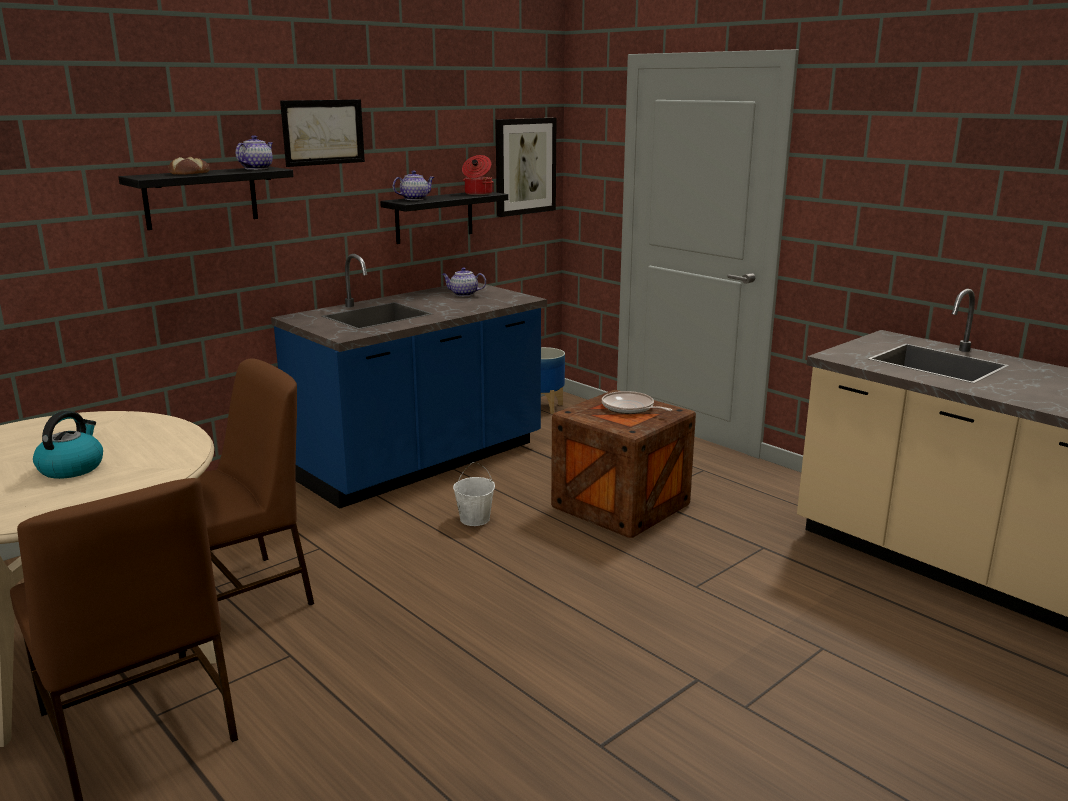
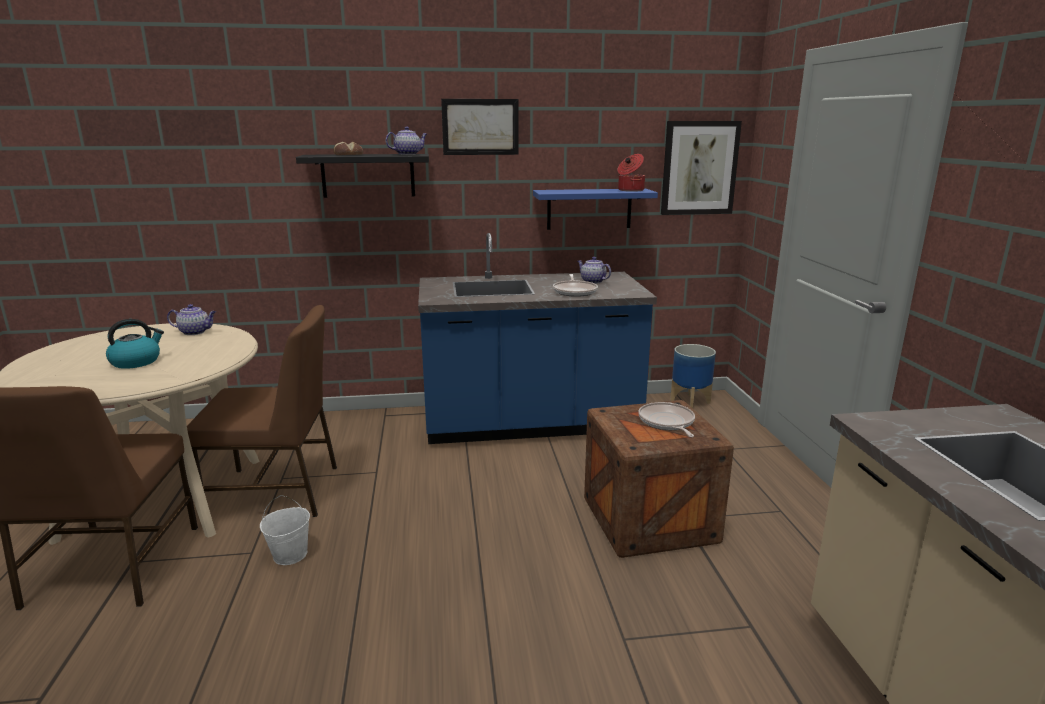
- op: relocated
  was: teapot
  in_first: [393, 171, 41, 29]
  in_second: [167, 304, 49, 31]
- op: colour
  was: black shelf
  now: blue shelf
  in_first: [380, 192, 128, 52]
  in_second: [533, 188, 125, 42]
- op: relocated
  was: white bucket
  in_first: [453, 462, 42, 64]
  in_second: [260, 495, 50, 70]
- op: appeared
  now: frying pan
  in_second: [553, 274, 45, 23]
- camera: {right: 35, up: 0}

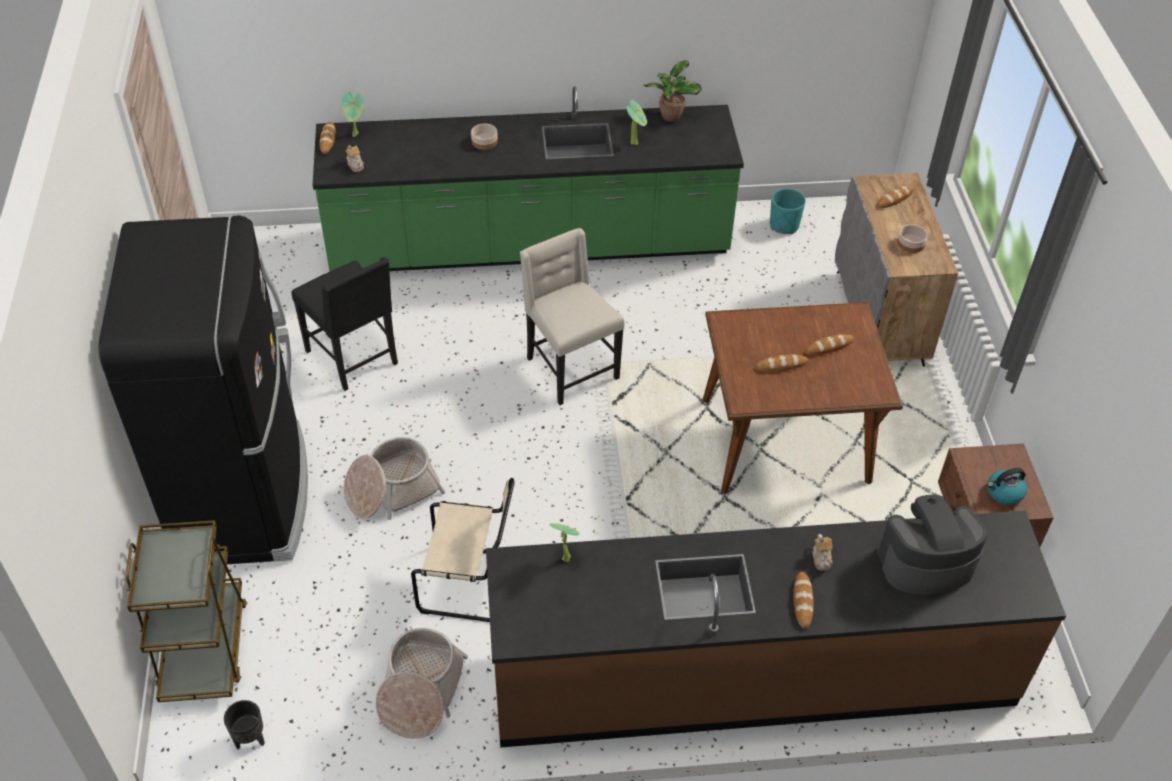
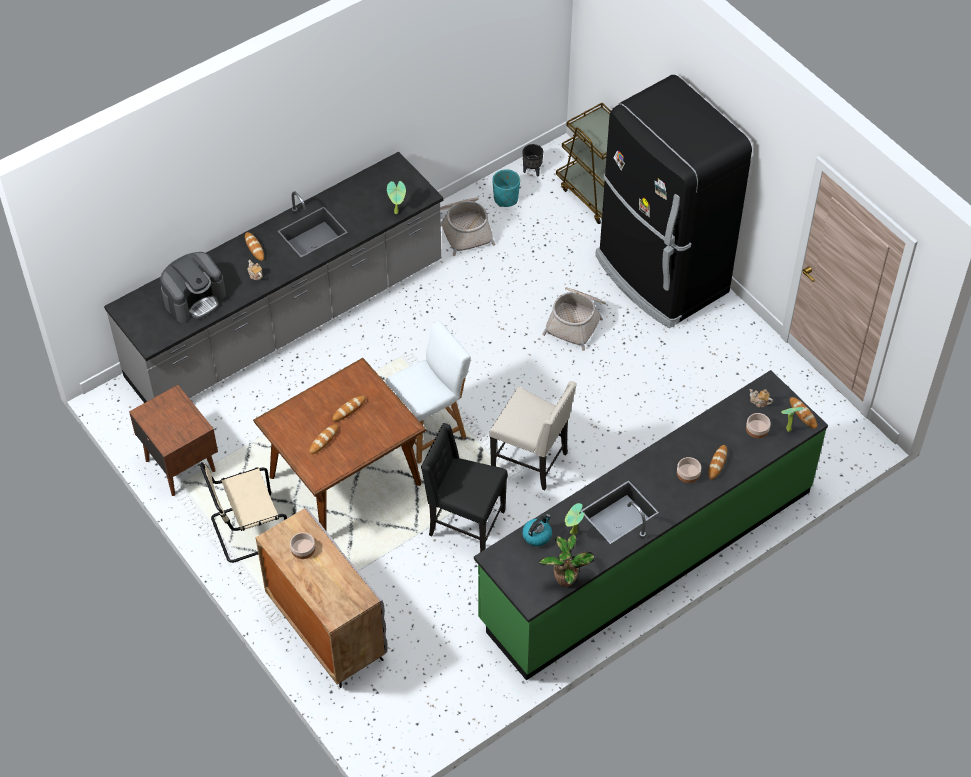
- op: relocated
  was: bread
  in_first: [877, 185, 37, 23]
  in_second: [708, 445, 19, 35]
- op: relocated
  was: turquoise planter
  in_first: [770, 188, 36, 46]
  in_second: [492, 169, 28, 38]
- op: relocated
  was: black chair
  in_first: [291, 257, 107, 134]
  in_second: [421, 423, 87, 129]
- op: relocated
  was: kettle
  in_first: [987, 468, 40, 37]
  in_second: [522, 514, 30, 32]
- op: relocated
  was: beige chair
  in_first: [411, 478, 103, 144]
  in_second: [200, 462, 87, 101]
- op: colour
  was: brown counter
  now: grey counter
  in_first: [486, 511, 580, 237]
  in_second: [104, 152, 340, 251]
- op: appeared
  now: white stool
  in_second: [385, 320, 86, 144]
- op: appeared
  now: bowl
  in_second: [746, 413, 25, 25]
- camera: {right: 150, up: 5}

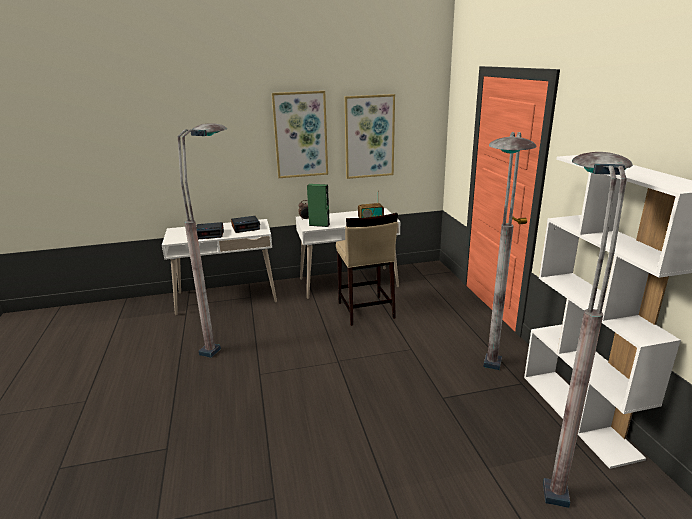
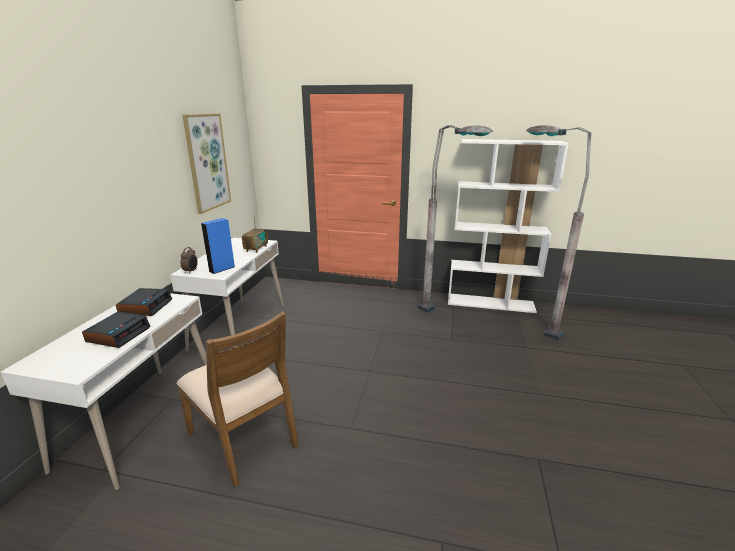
- op: missing
  was: picture
  in_first: [272, 91, 56, 87]
- op: exchanged
  was: grey floor lamp
  now: brown chair
  in_first: [178, 123, 49, 235]
  in_second: [176, 311, 123, 176]
- op: colour
  was: green speaker
  now: blue speaker
  in_first: [307, 184, 23, 43]
  in_second: [201, 218, 34, 56]
- op: missing
  was: beige stool
  in_first: [336, 213, 62, 113]
- camera: {right: -65, up: 0}

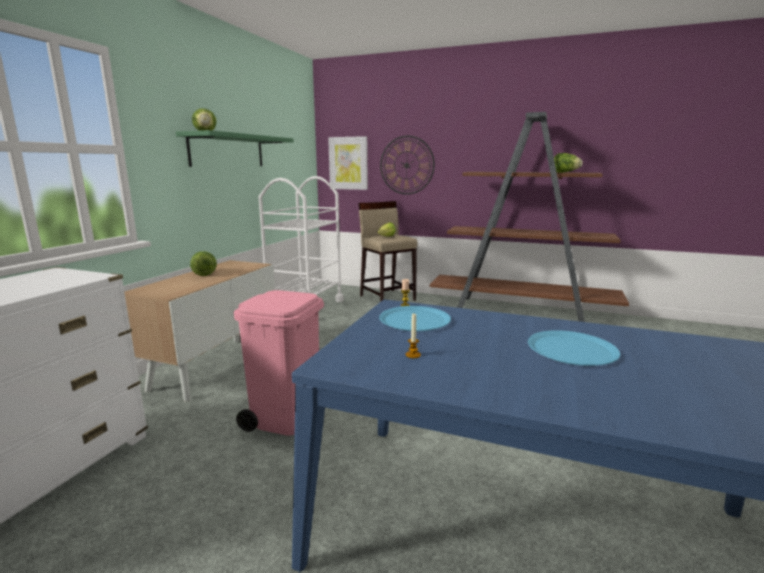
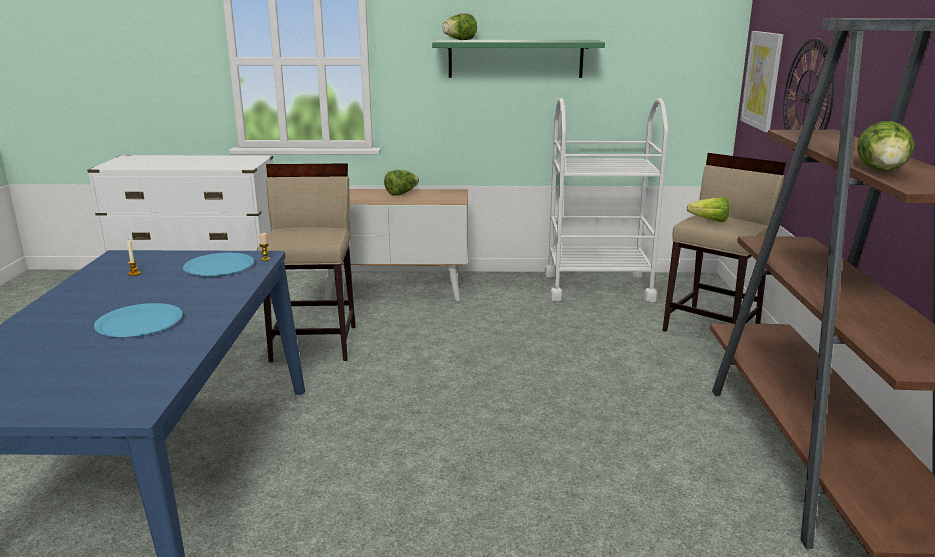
- op: exchanged
  was: pink trash can
  now: beige stool
  in_first: [234, 290, 90, 146]
  in_second: [256, 163, 100, 199]
- camera: {right: 70, up: 5}

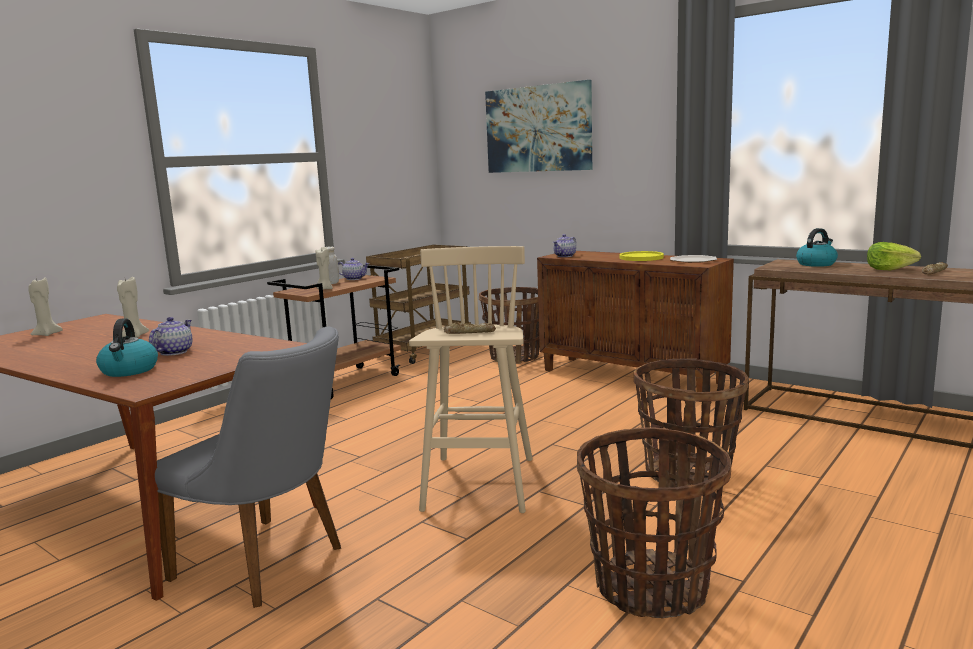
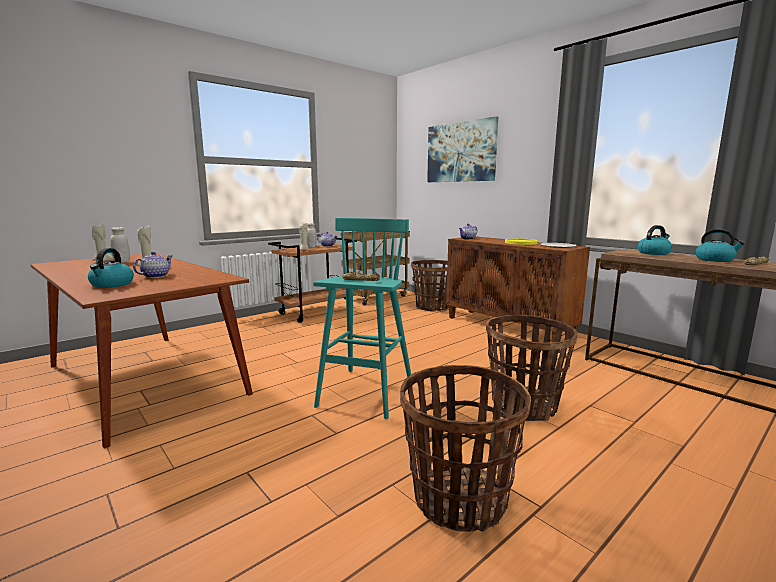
- op: exchanged
  was: lettuce
  now: kettle
  in_first: [867, 242, 54, 28]
  in_second: [696, 229, 49, 33]
- op: colour
  was: beige stool
  now: turquoise stool
  in_first: [409, 246, 123, 267]
  in_second: [313, 218, 98, 201]
- op: missing
  was: grey chair
  in_first: [155, 327, 186, 281]
- op: appeared
  now: white jar
  in_second: [110, 227, 20, 36]
- camera: {right: 10, up: 0}

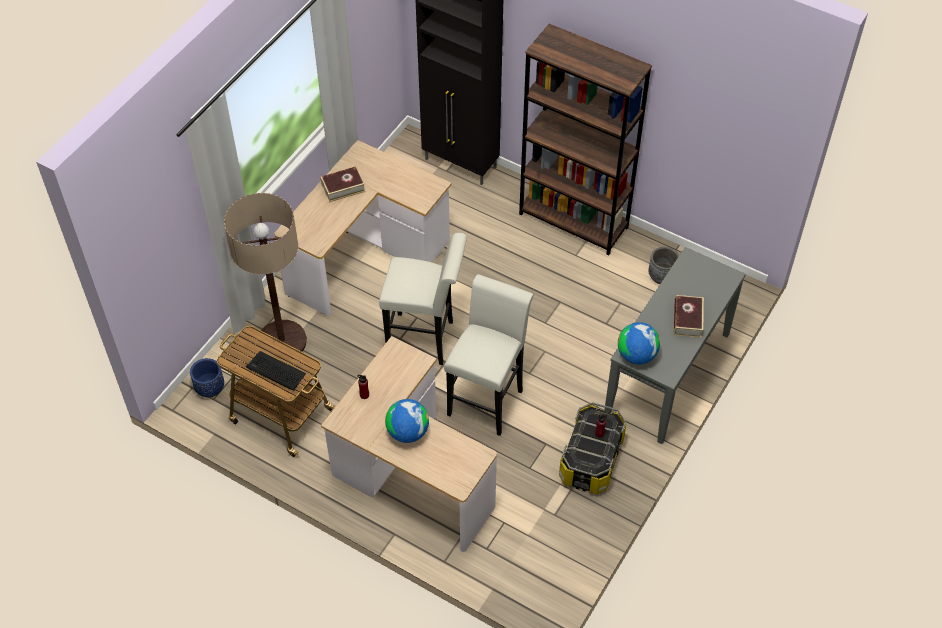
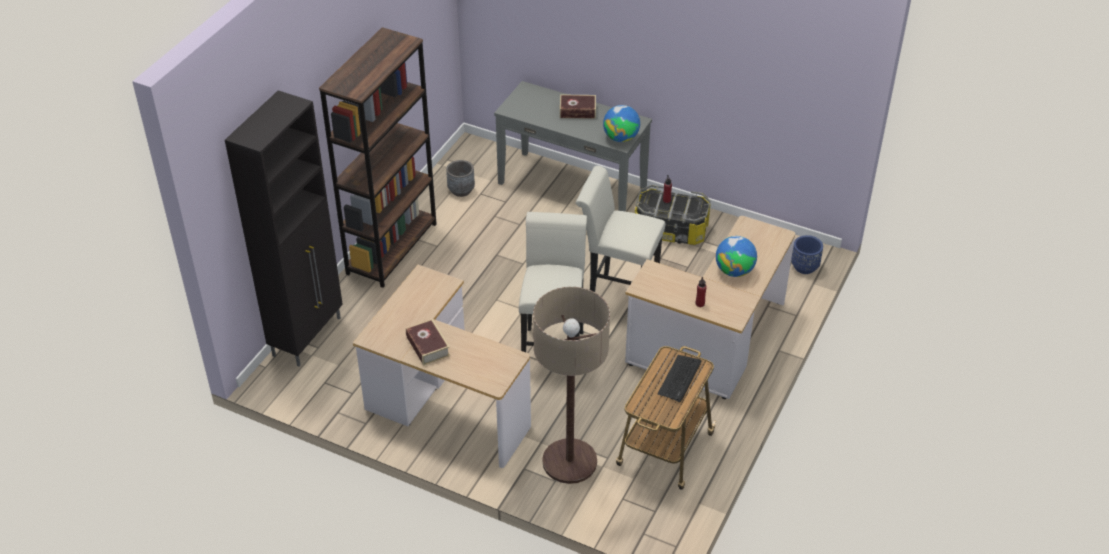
- op: relocated
  was: blue planter
  in_first: [190, 358, 34, 40]
  in_second: [791, 235, 32, 39]
- camera: {right: -95, up: -10}

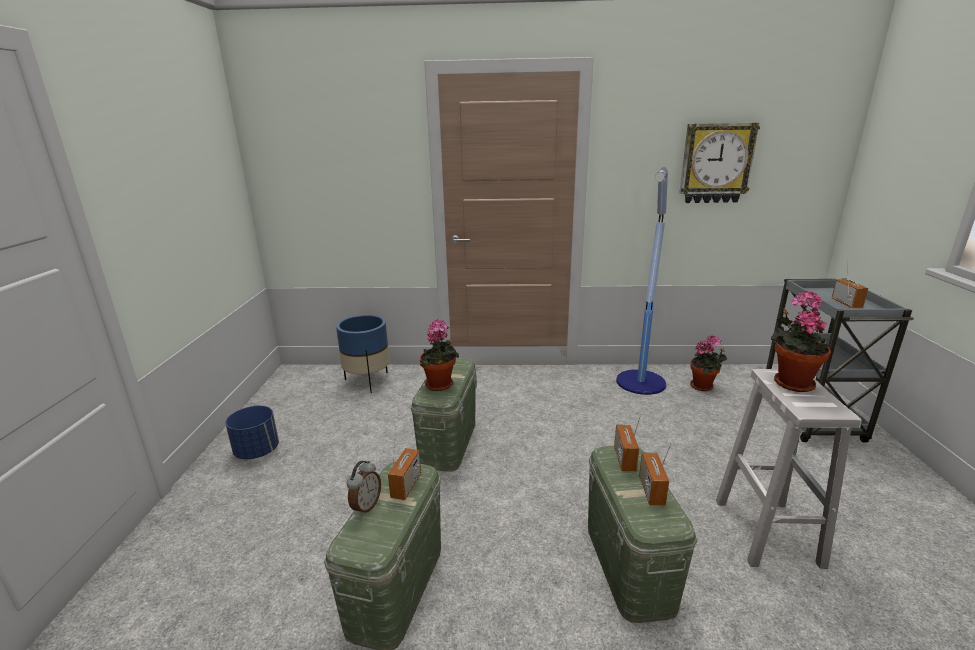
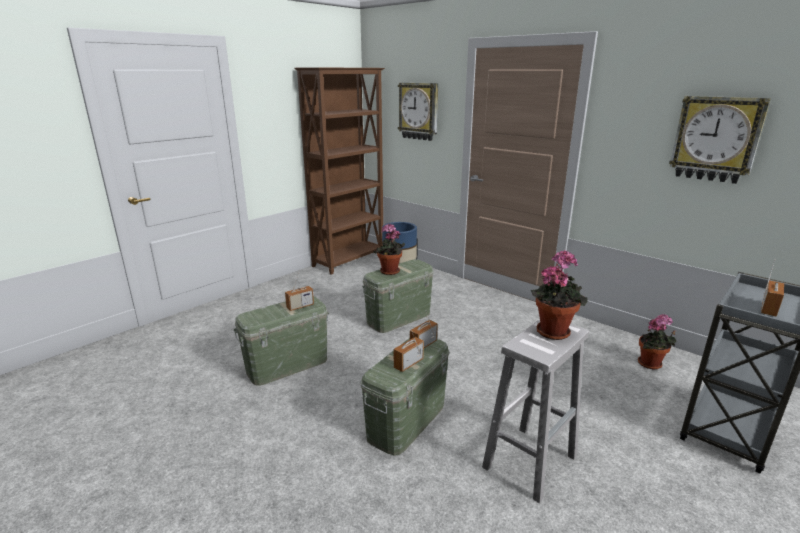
- op: missing
  was: floor lamp
  in_first: [616, 167, 52, 228]
- op: missing
  was: blue planter
  in_first: [225, 406, 54, 53]
- op: missing
  was: alarm clock
  in_first: [347, 461, 34, 55]
- op: appeared
  now: brown bookcase
  in_second: [294, 67, 91, 208]
- op: appeared
  now: wall clock
  in_second: [398, 83, 40, 58]
- camera: {right: 40, up: 0}

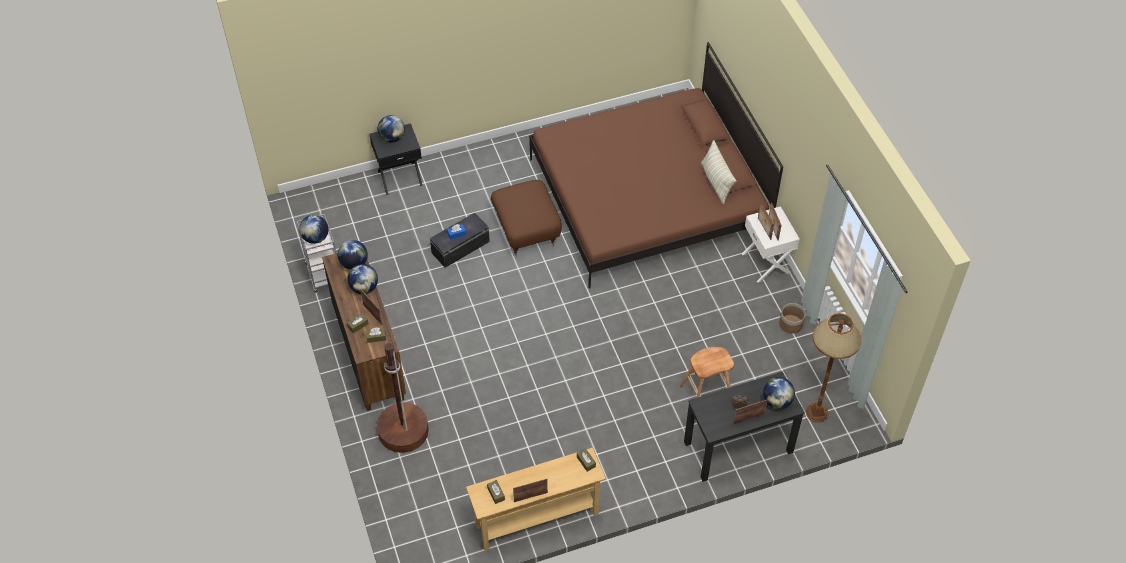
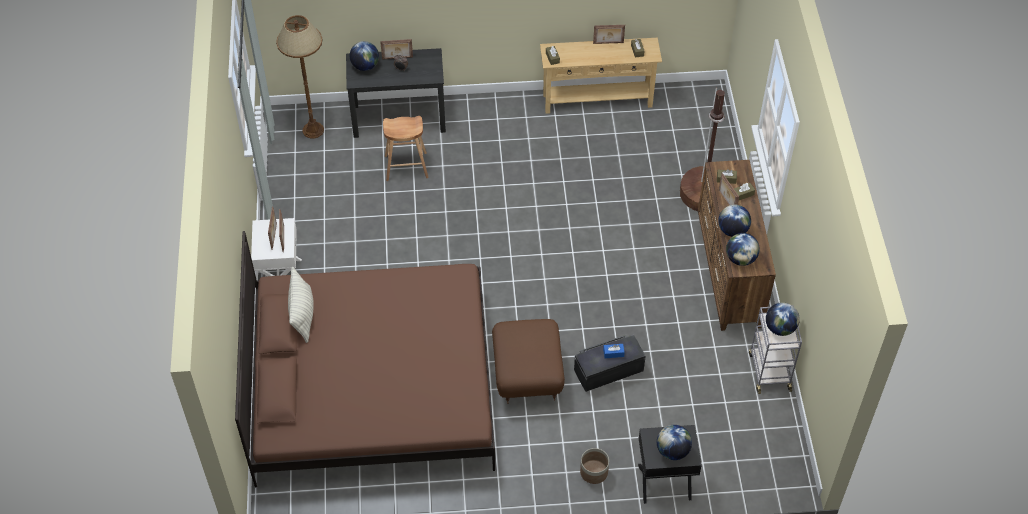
- op: relocated
  was: planter
  in_first: [779, 303, 27, 31]
  in_second: [580, 448, 29, 36]
- camera: {right: -165, up: 0}

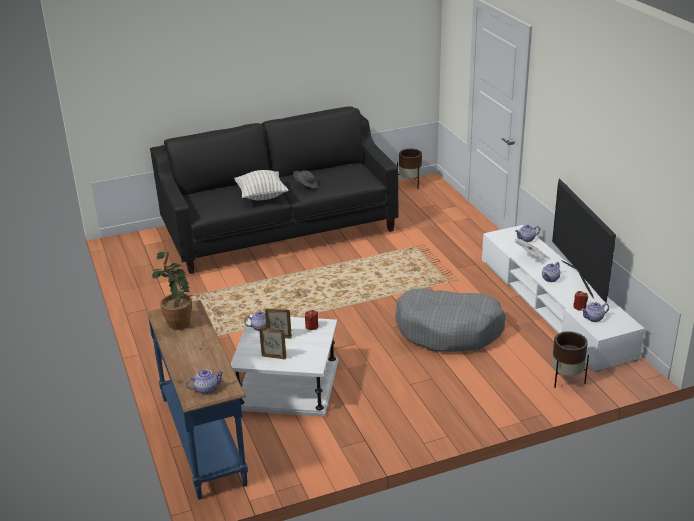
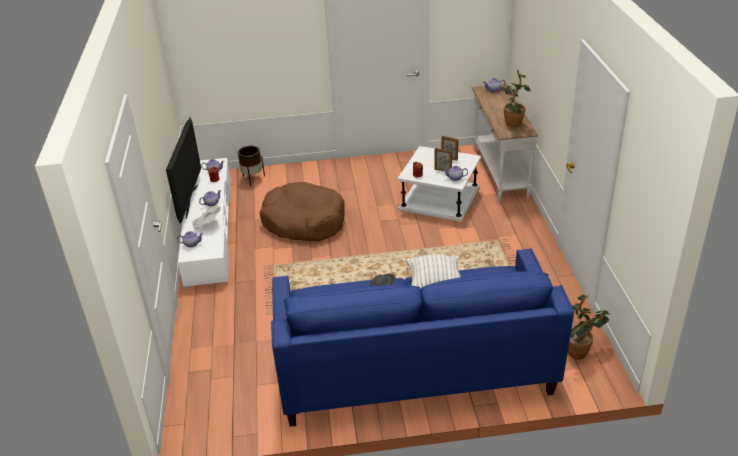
- op: colour
  was: black sofa
  now: blue sofa
  in_first: [150, 107, 249, 167]
  in_second: [271, 248, 303, 179]
- op: missing
  was: brown planter
  in_first: [397, 149, 25, 40]
- op: colour
  was: grey dog bed
  now: brown dog bed
  in_first: [395, 288, 111, 64]
  in_second: [260, 182, 84, 59]
- op: colour
  was: blue console table
  now: white console table
  in_first: [147, 300, 101, 200]
  in_second: [472, 84, 66, 118]
- op: appeared
  now: potted plant
  in_second: [568, 294, 42, 65]
- camera: {right: -165, up: 5}

